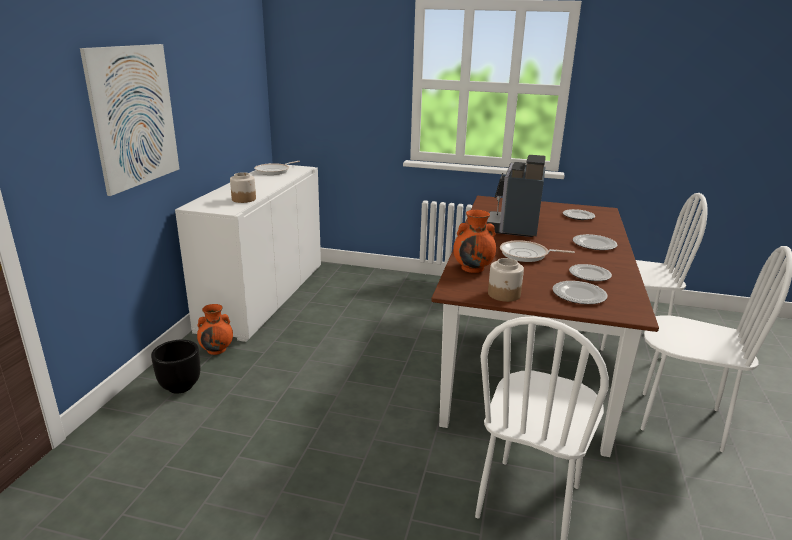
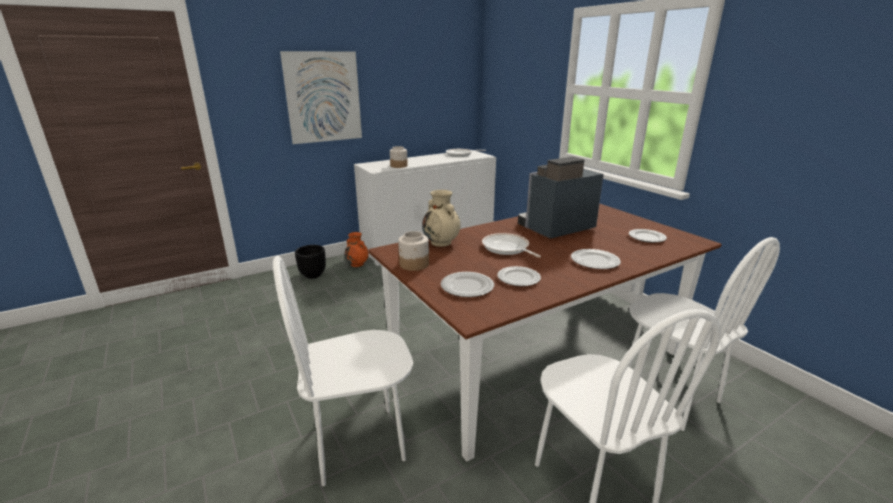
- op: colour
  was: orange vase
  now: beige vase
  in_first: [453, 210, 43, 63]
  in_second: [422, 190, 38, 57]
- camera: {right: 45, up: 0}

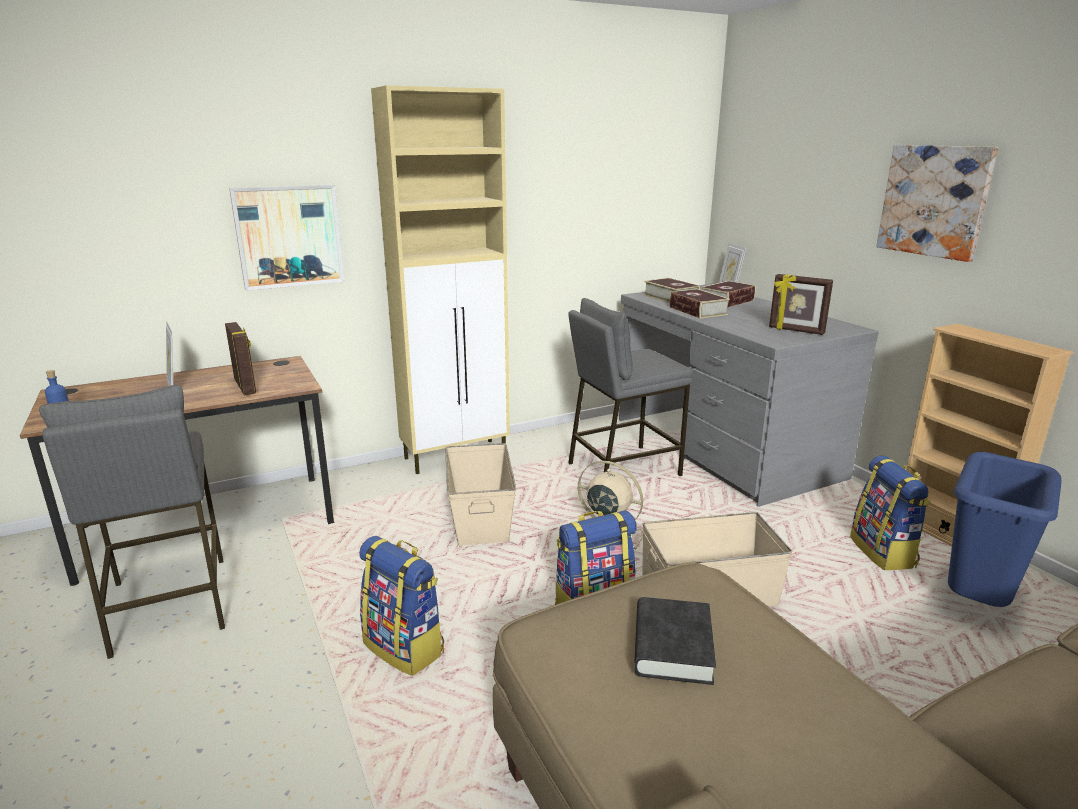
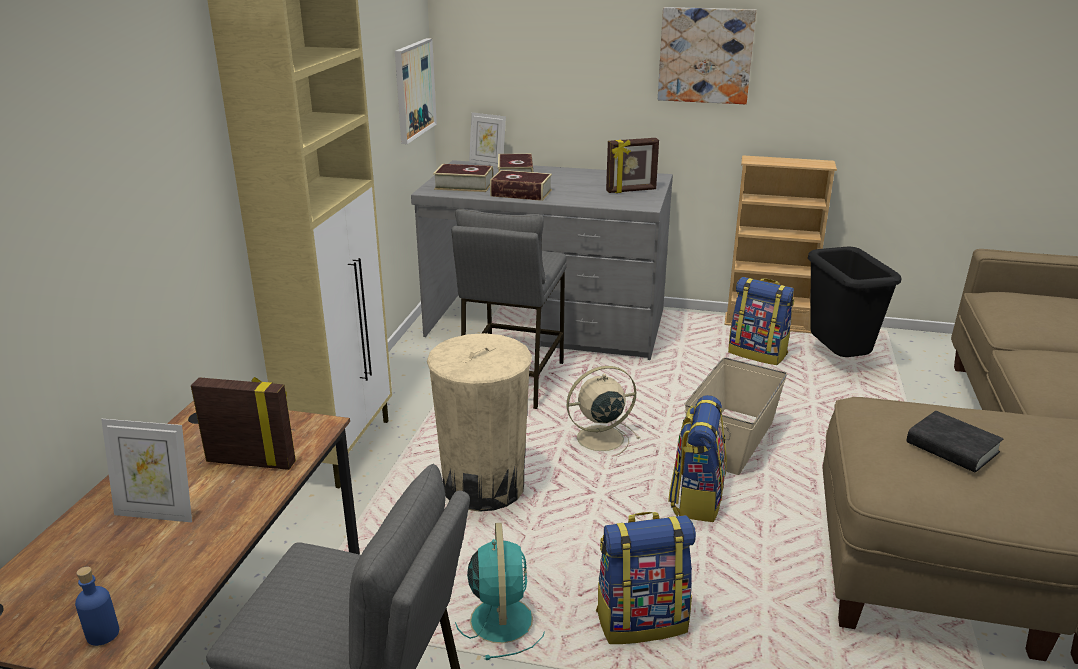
- op: relocated
  was: picture
  in_first: [229, 184, 116, 107]
  in_second: [395, 38, 42, 106]
- op: exchanged
  was: beige storage box
  now: beige trash can
  in_first: [445, 443, 71, 102]
  in_second: [427, 333, 105, 179]
- op: colour
  was: blue trash can
  now: black trash can
  in_first: [948, 452, 114, 155]
  in_second: [808, 246, 94, 111]
- op: appeared
  now: turquoise fan
  in_second: [455, 523, 90, 137]
- camera: {right: -50, up: 5}

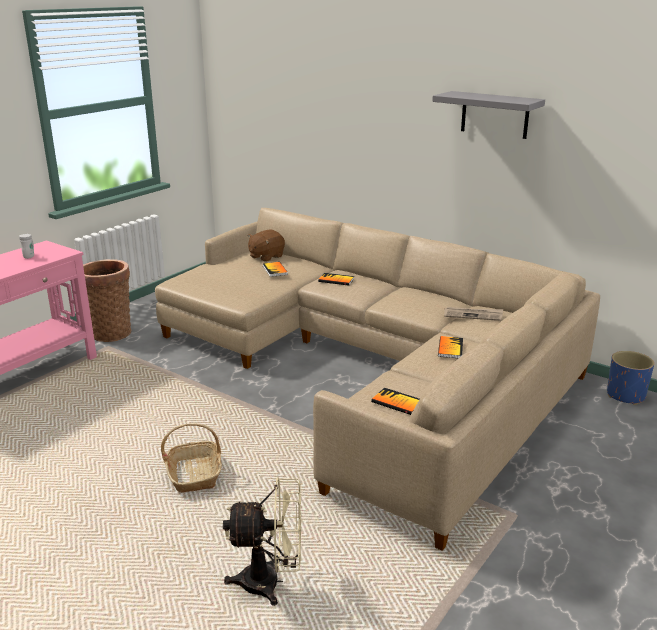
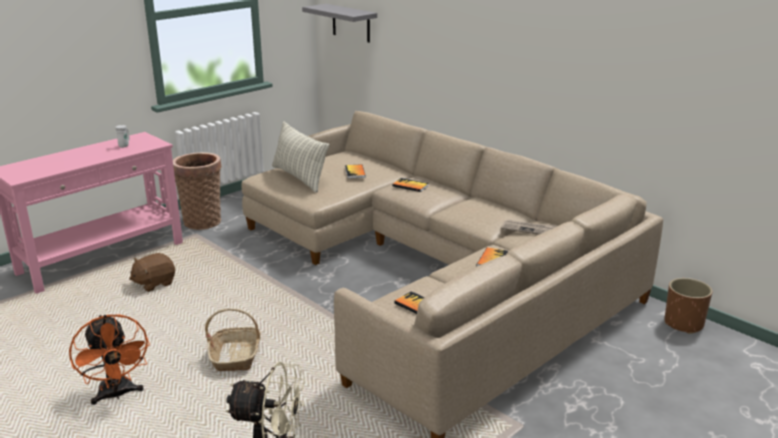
- op: relocated
  was: grey shelf
  in_first: [432, 91, 113, 48]
  in_second: [302, 4, 75, 39]
- op: relocated
  was: brown plush toy
  in_first: [248, 230, 37, 32]
  in_second: [129, 253, 46, 39]
- op: colour
  was: blue planter
  now: brown planter
  in_first: [607, 351, 47, 54]
  in_second: [665, 278, 47, 56]
- op: appeared
  now: pillow
  in_second: [272, 121, 57, 72]
- op: appeared
  now: orange fan
  in_second: [69, 315, 81, 90]
- camera: {right: 10, up: 0}

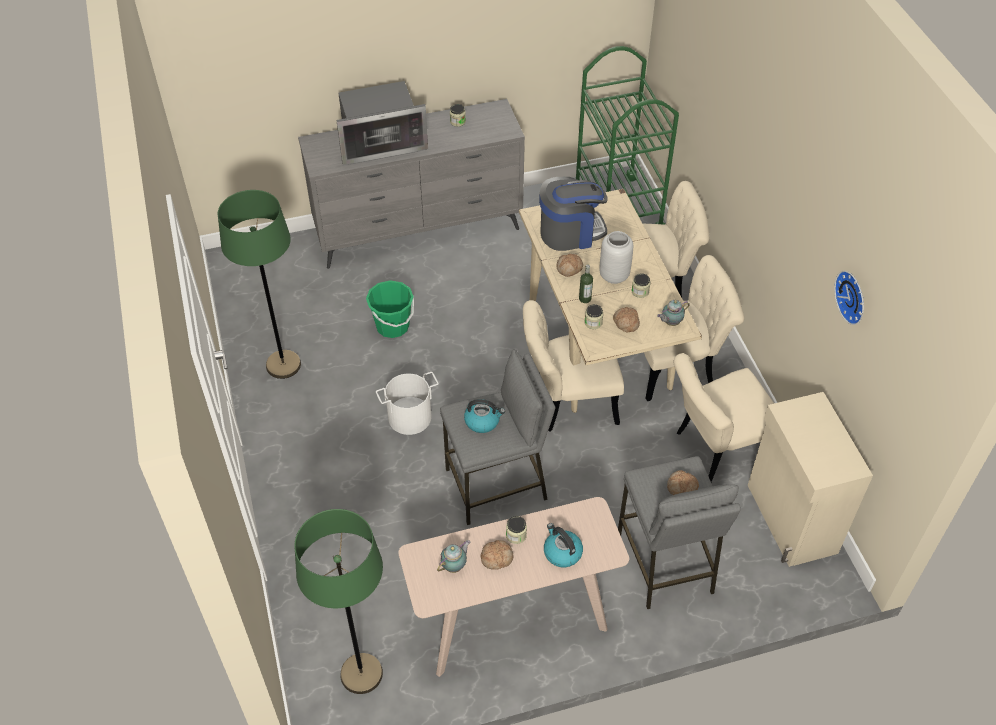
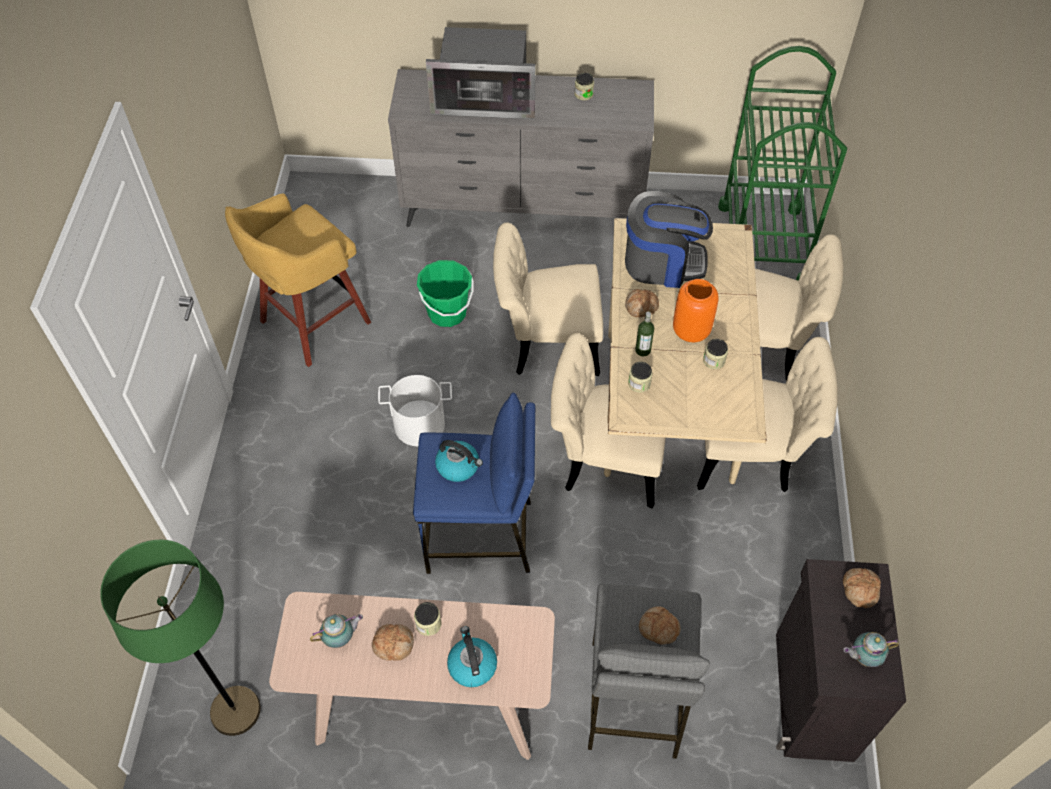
- op: exchanged
  was: green floor lamp
  now: yellow stool
  in_first: [218, 190, 83, 189]
  in_second: [225, 194, 146, 173]
- op: colour
  was: grey vase
  now: orange vase
  in_first: [599, 231, 34, 53]
  in_second: [673, 279, 46, 63]
- op: missing
  was: wall clock
  in_first: [834, 271, 30, 54]
- op: relocated
  was: teapot
  in_first: [657, 300, 33, 26]
  in_second: [843, 632, 56, 35]
- op: relocated
  was: bread
  in_first: [613, 307, 27, 25]
  in_second: [843, 568, 38, 40]
- op: colour
  was: grey stool
  now: blue stool
  in_first: [440, 349, 115, 176]
  in_second: [413, 393, 122, 181]
- op: relocated
  was: beige chair
  in_first: [674, 353, 100, 129]
  in_second: [493, 223, 110, 153]
- op: colour
  was: beige cabinet
  now: black cabinet
  in_first: [748, 392, 125, 175]
  in_second: [776, 559, 130, 203]
- camera: {right: 20, up: 5}

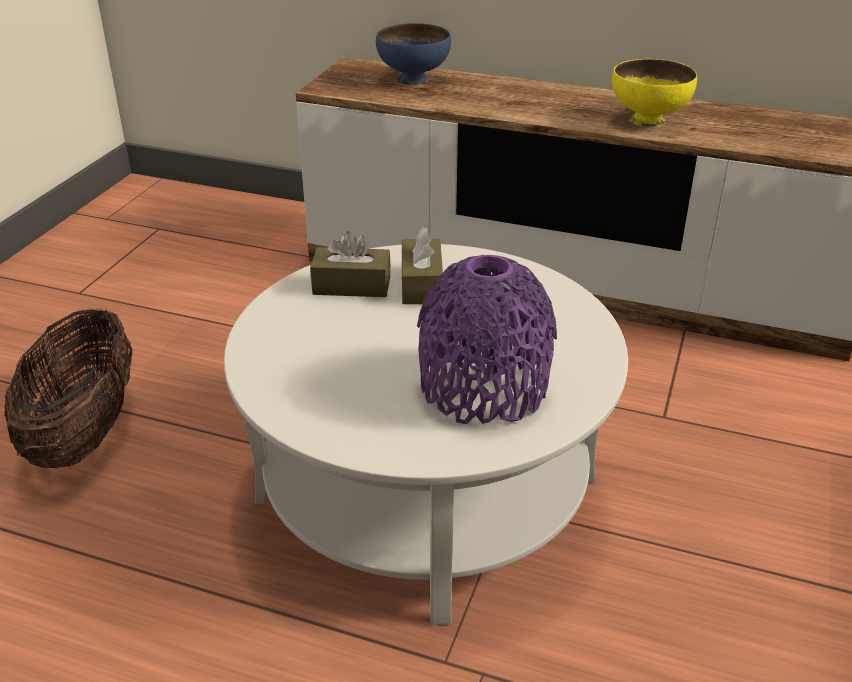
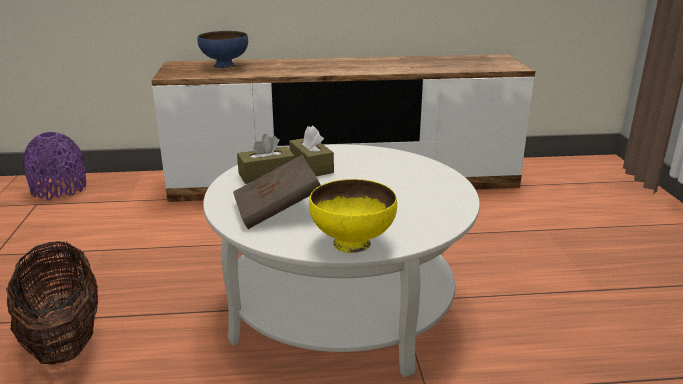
- op: relocated
  was: yellow bowl
  in_first: [612, 59, 85, 68]
  in_second: [309, 179, 88, 74]
- op: relocated
  was: purple vase
  in_first: [417, 255, 140, 169]
  in_second: [23, 132, 63, 68]
- op: appeared
  now: brown book
  in_second: [233, 155, 87, 74]
- camera: {right: -25, up: -10}

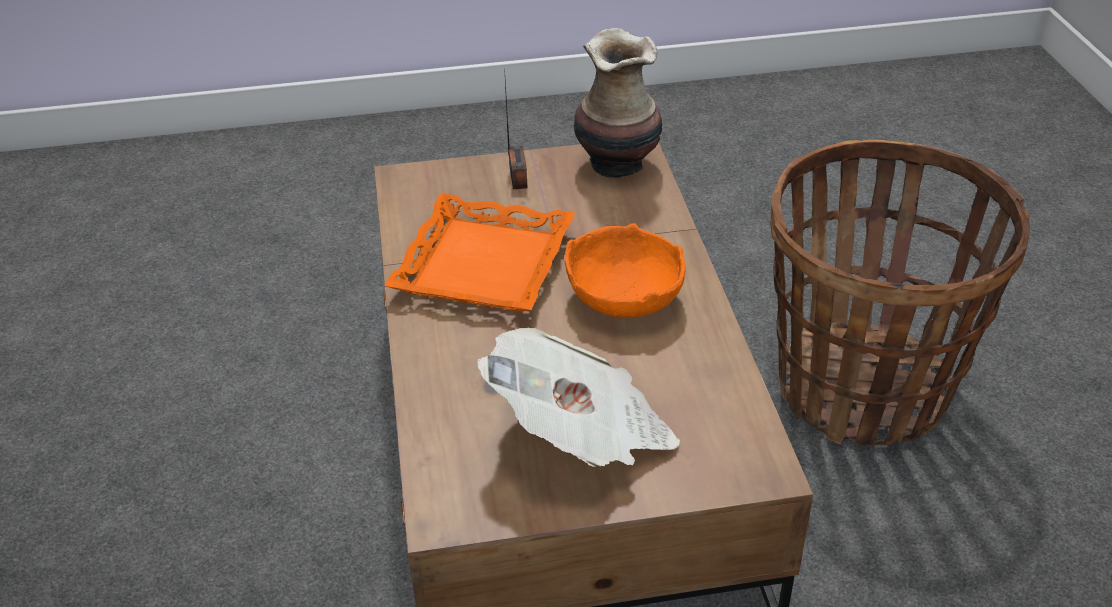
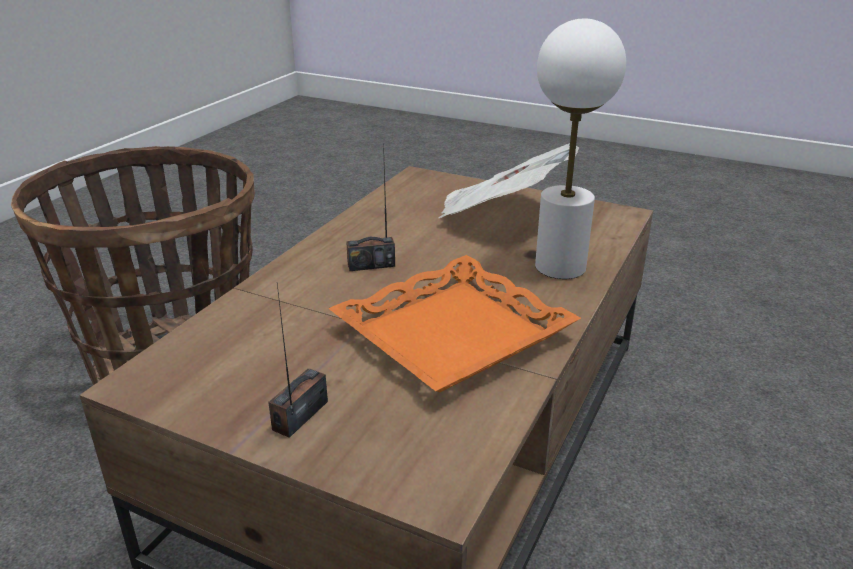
- op: missing
  was: vase
  in_first: [573, 28, 89, 150]
- op: exchanged
  was: orange bowl
  now: radio
  in_first: [564, 223, 122, 95]
  in_second: [346, 143, 49, 128]
- op: appeared
  now: white table lamp
  in_second: [535, 19, 91, 260]
- camera: {right: -145, up: -10}

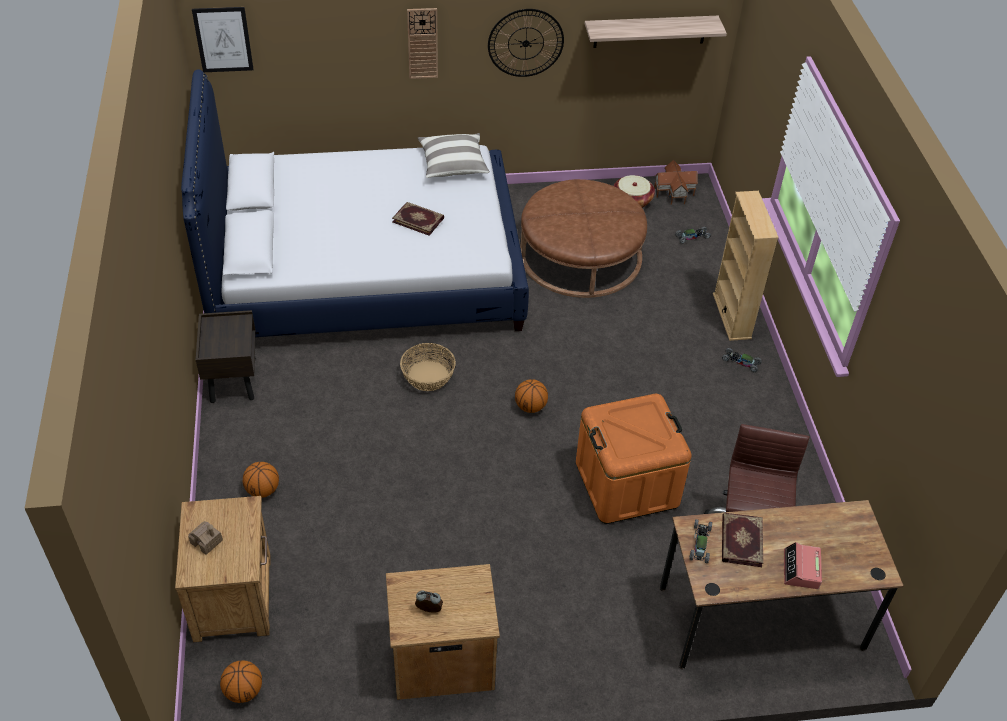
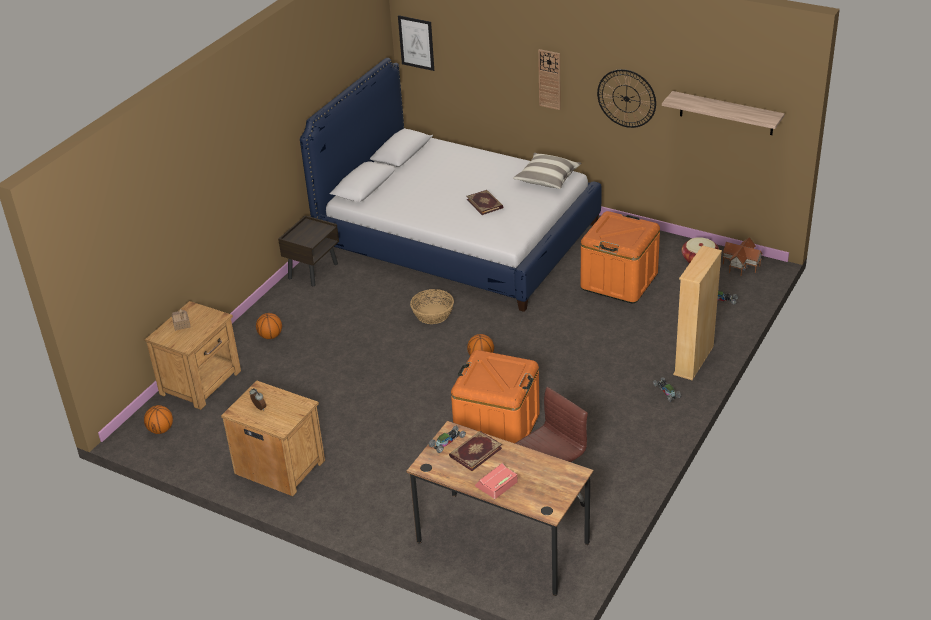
- op: exchanged
  was: brown ottoman
  now: orange storage box
  in_first: [520, 179, 127, 119]
  in_second: [581, 211, 79, 92]
- camera: {right: 40, up: -10}

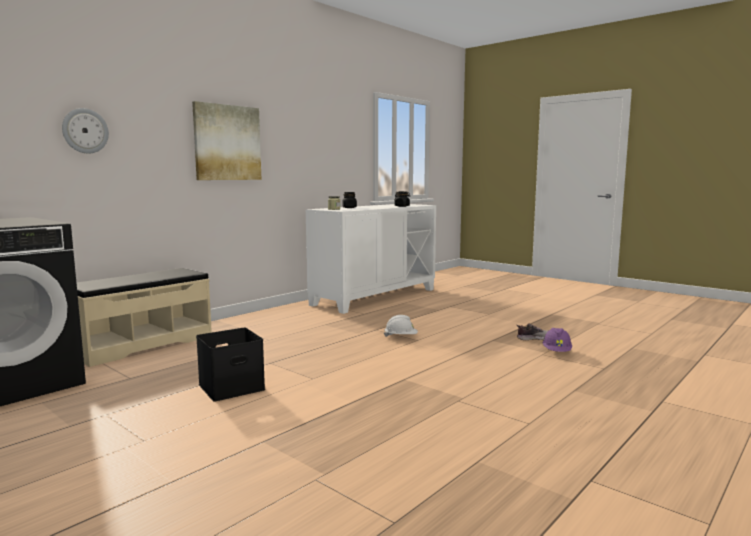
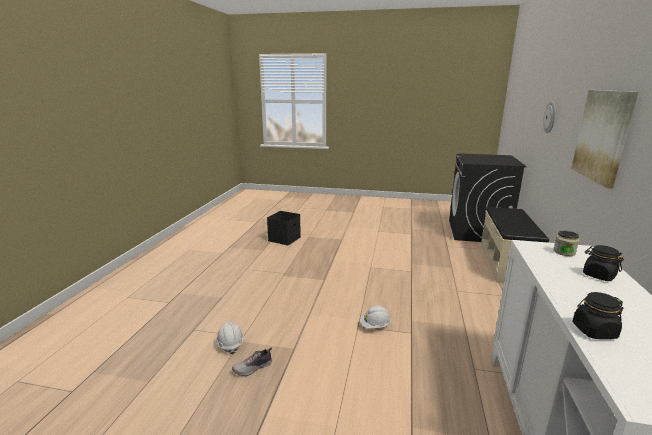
- op: relocated
  was: black storage box
  in_first: [196, 328, 69, 74]
  in_second: [267, 211, 34, 34]
- op: colour
  was: purple hard hat
  now: white hard hat
  in_first: [542, 328, 30, 24]
  in_second: [216, 321, 28, 33]
- camera: {right: 150, up: 10}

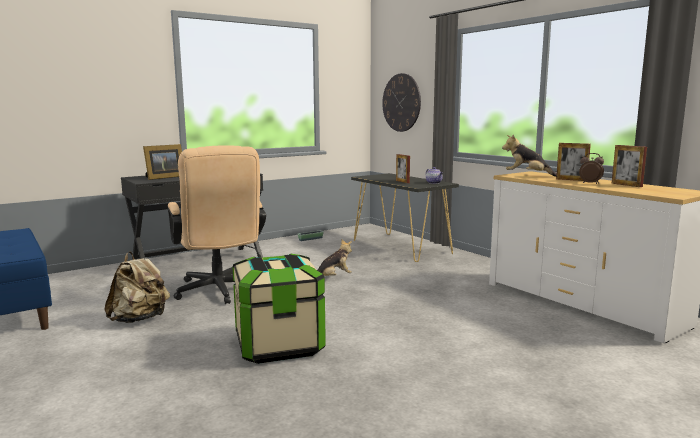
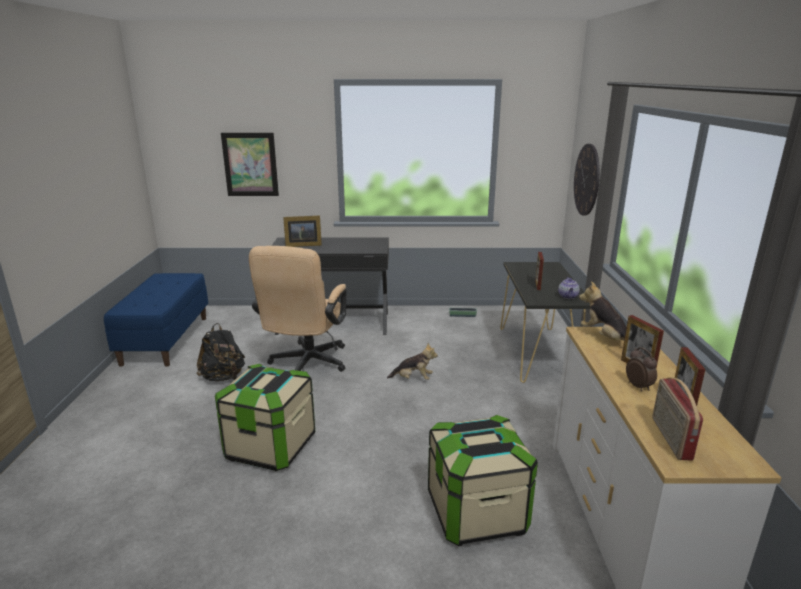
- op: colour
  was: beige backpack
  now: black backpack
  in_first: [104, 251, 66, 72]
  in_second: [197, 323, 48, 58]
- op: appeared
  now: picture
  in_second: [221, 133, 58, 63]
- op: appeared
  now: radio
  in_second: [652, 378, 51, 83]
- op: appeared
  now: storage box
  in_second: [428, 415, 110, 131]
- camera: {right: 35, up: 10}

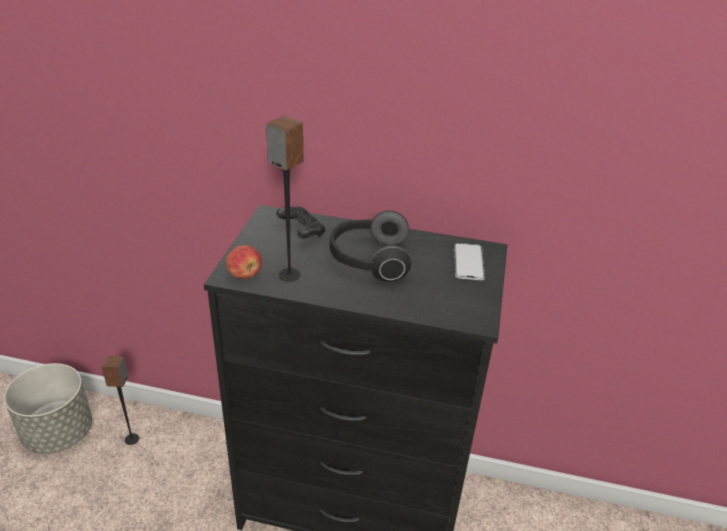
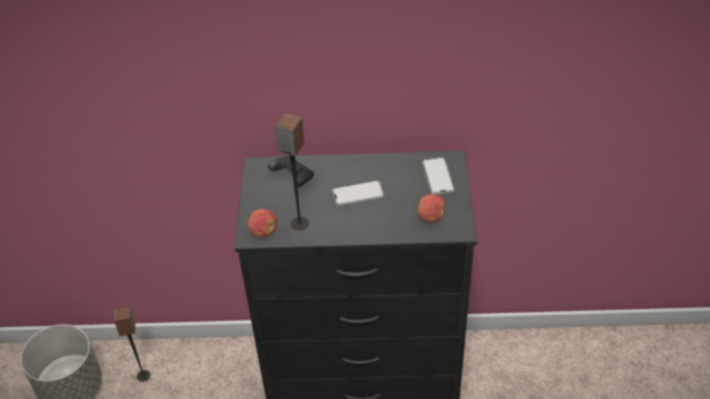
- op: exchanged
  was: headphones
  now: phone
  in_first: [330, 211, 81, 71]
  in_second: [332, 180, 52, 26]
- op: appeared
  now: apple
  in_second: [418, 194, 27, 28]
- camera: {right: -10, up: 10}

